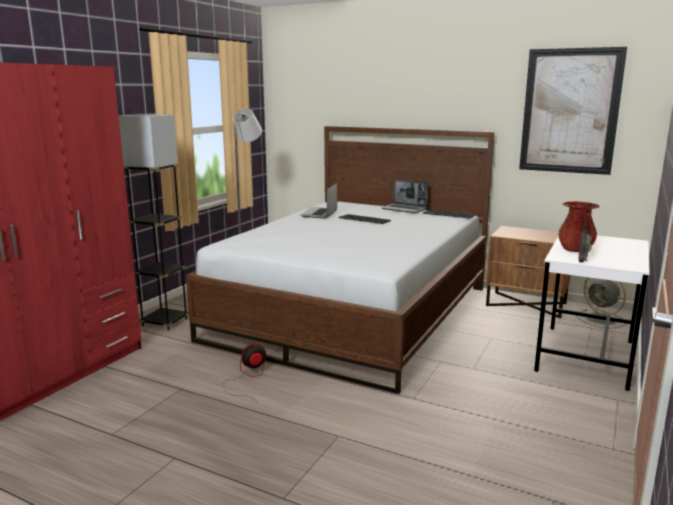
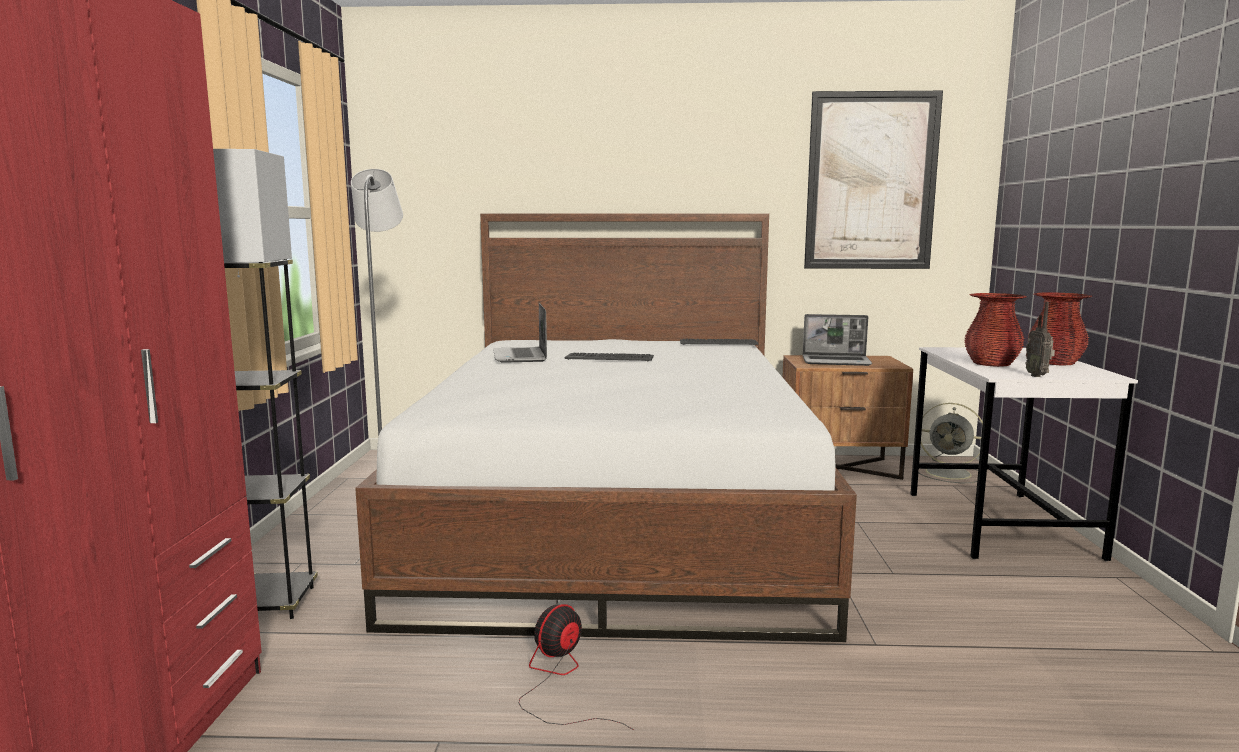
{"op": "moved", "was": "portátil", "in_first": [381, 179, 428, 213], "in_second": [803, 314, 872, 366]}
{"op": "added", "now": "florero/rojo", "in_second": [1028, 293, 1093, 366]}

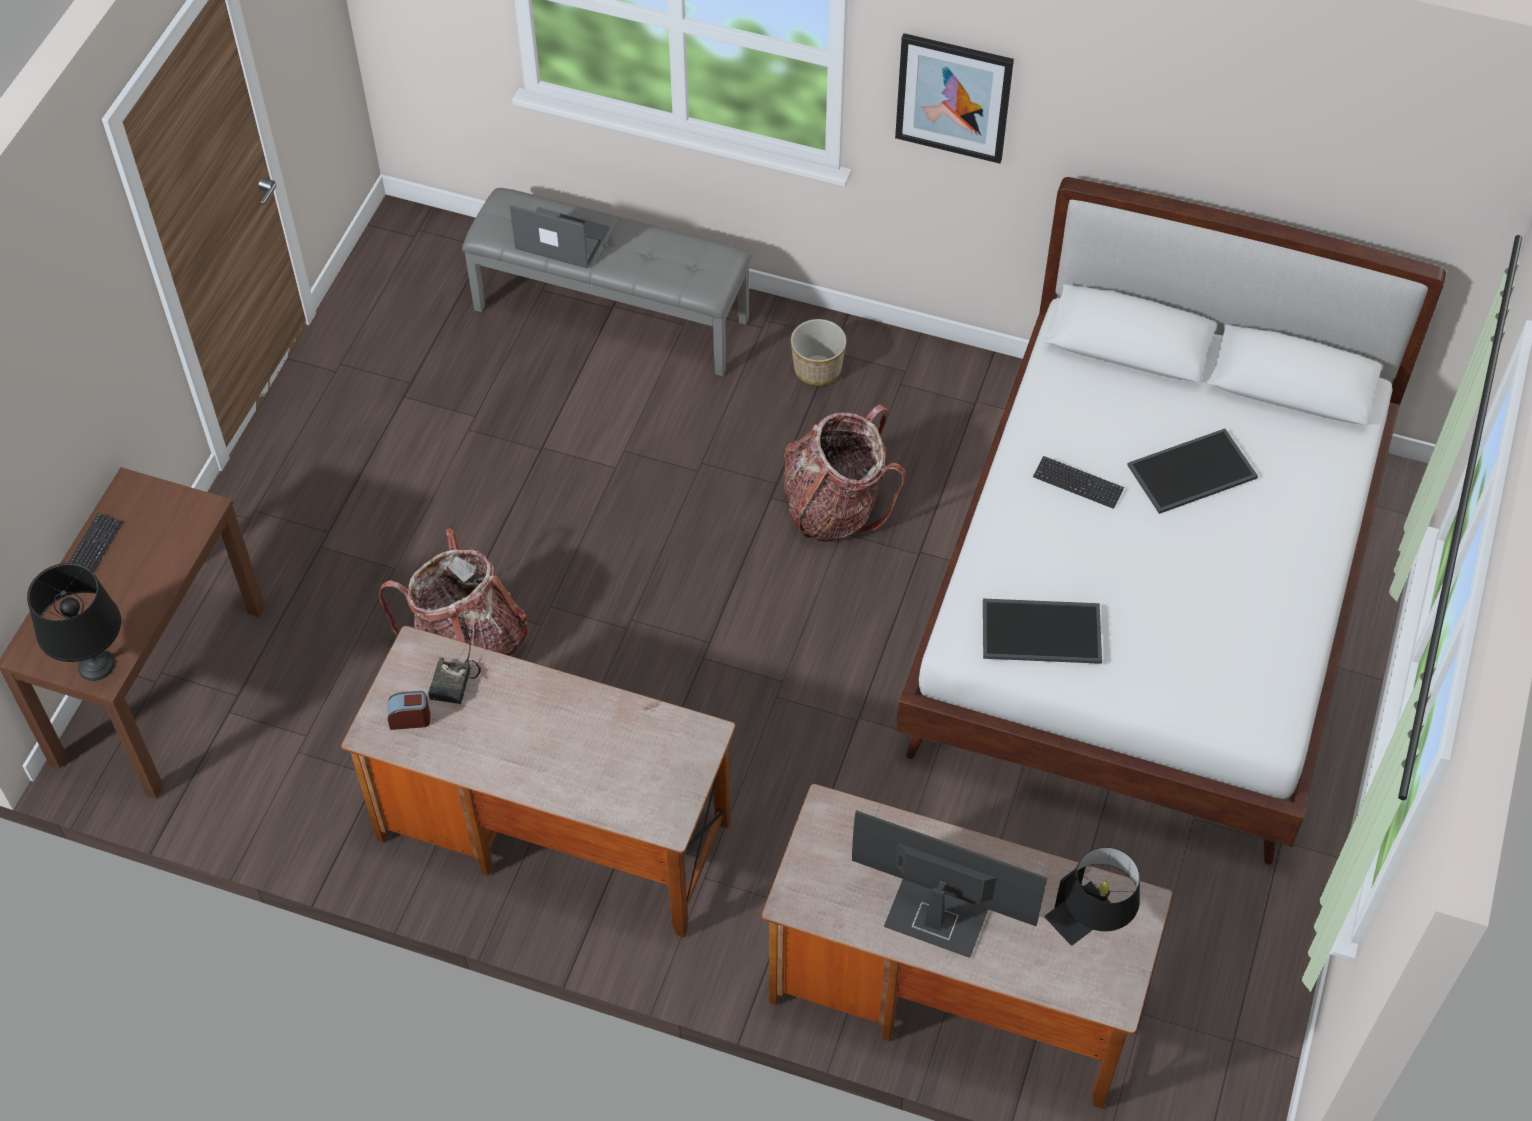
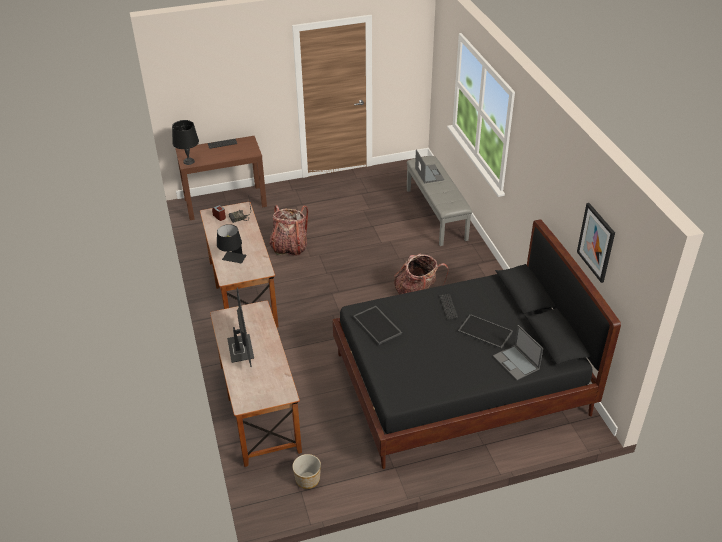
{"op": "moved", "was": "maceta", "in_first": [791, 319, 846, 386], "in_second": [292, 454, 321, 489]}
{"op": "moved", "was": "cuadro", "in_first": [895, 33, 1014, 164], "in_second": [577, 203, 615, 283]}
{"op": "recoloured", "was": "cama/blanco", "now": "cama/negro", "in_first": [896, 177, 1446, 865], "in_second": [332, 219, 621, 469]}
{"op": "moved", "was": "lámpara de mesa/negro", "in_first": [1044, 847, 1140, 946], "in_second": [217, 224, 247, 263]}
{"op": "added", "now": "portátil", "in_second": [493, 325, 543, 380]}

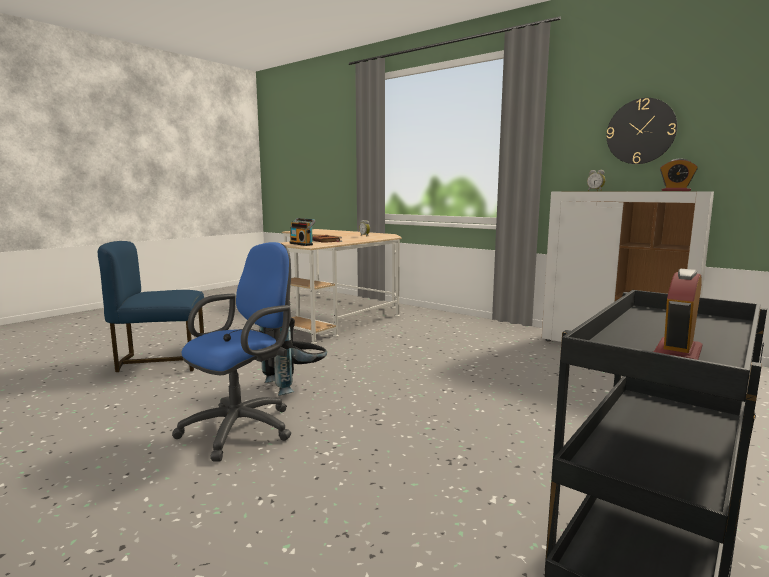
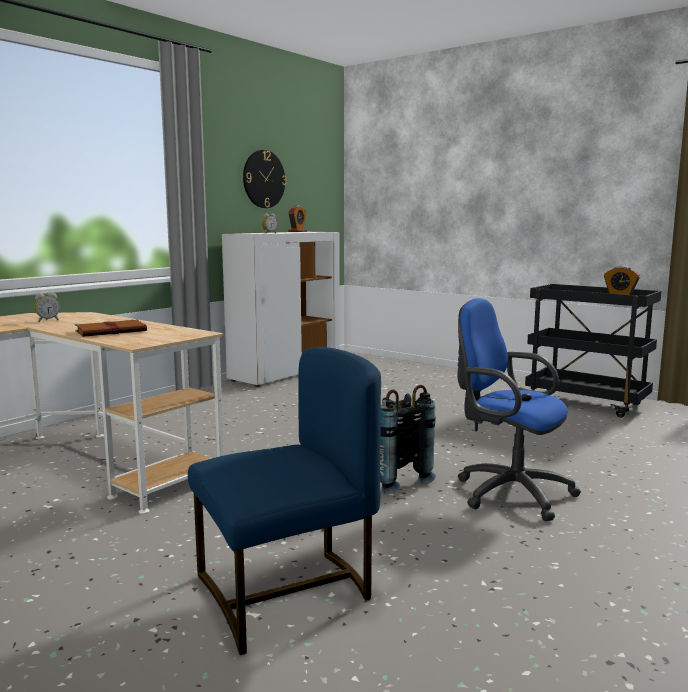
{"op": "turned", "was": "silla/azul", "in_first": [98, 241, 204, 372], "in_second": [188, 347, 381, 655], "clockwise": -105}
{"op": "removed", "was": "radio", "in_first": [290, 218, 316, 246]}

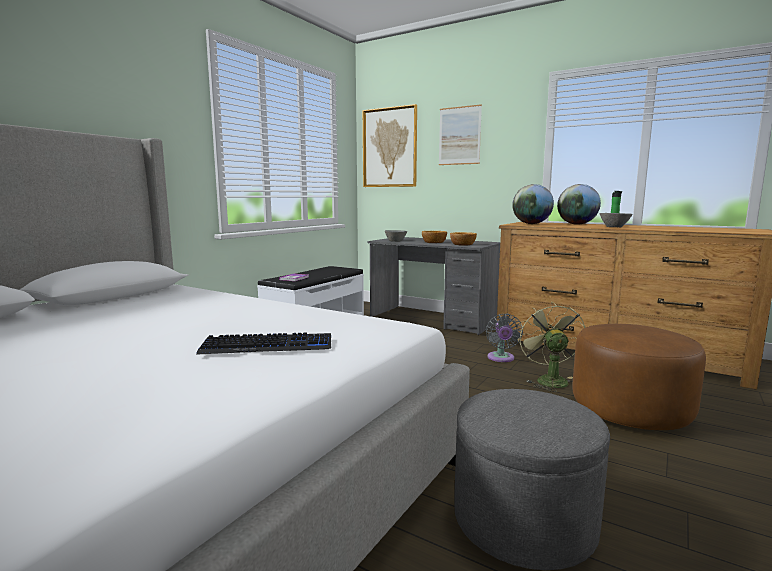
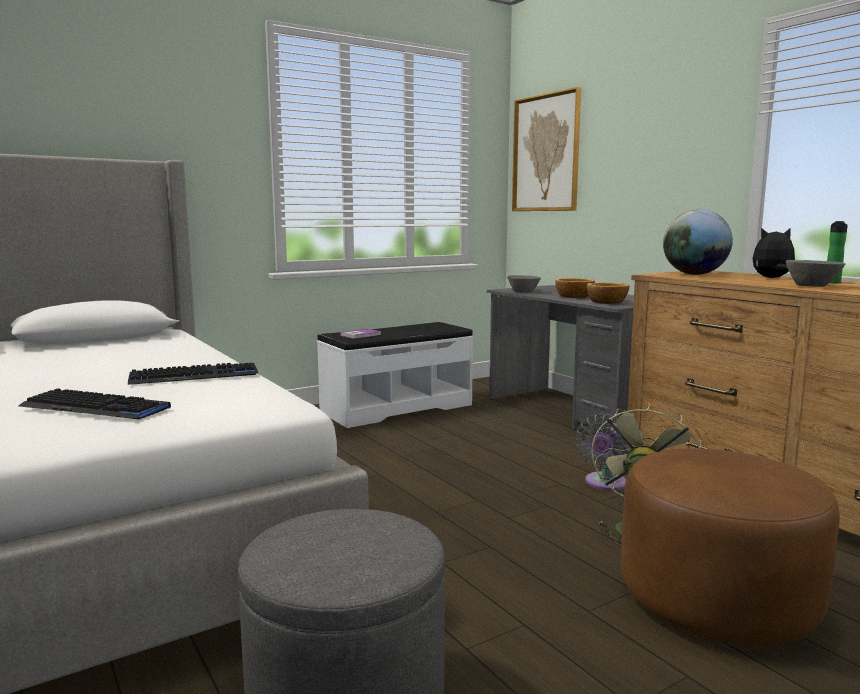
{"op": "removed", "was": "cuadro", "in_first": [439, 104, 482, 165]}
{"op": "replaced", "was": "globo terráqueo", "now": "peluche", "in_first": [557, 184, 601, 225], "in_second": [753, 228, 795, 278]}
{"op": "added", "now": "teclado", "in_second": [128, 363, 258, 385]}

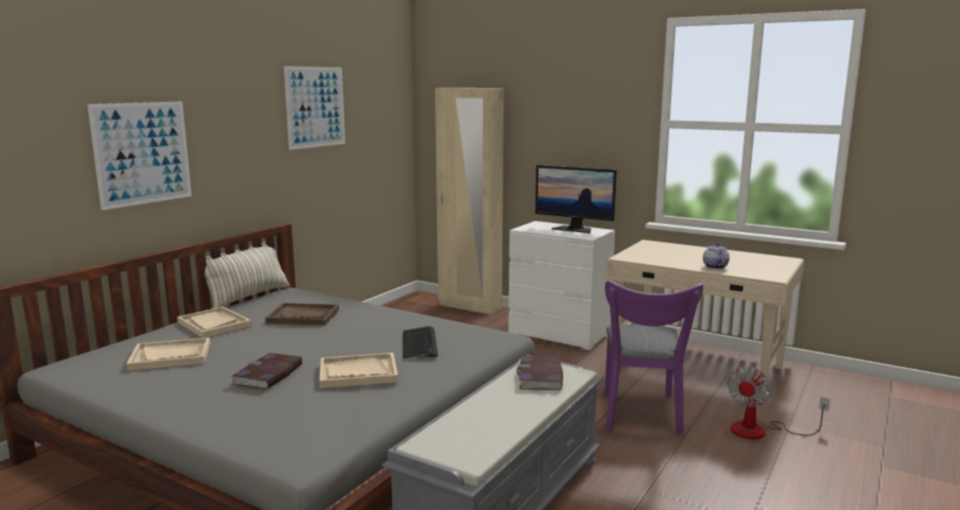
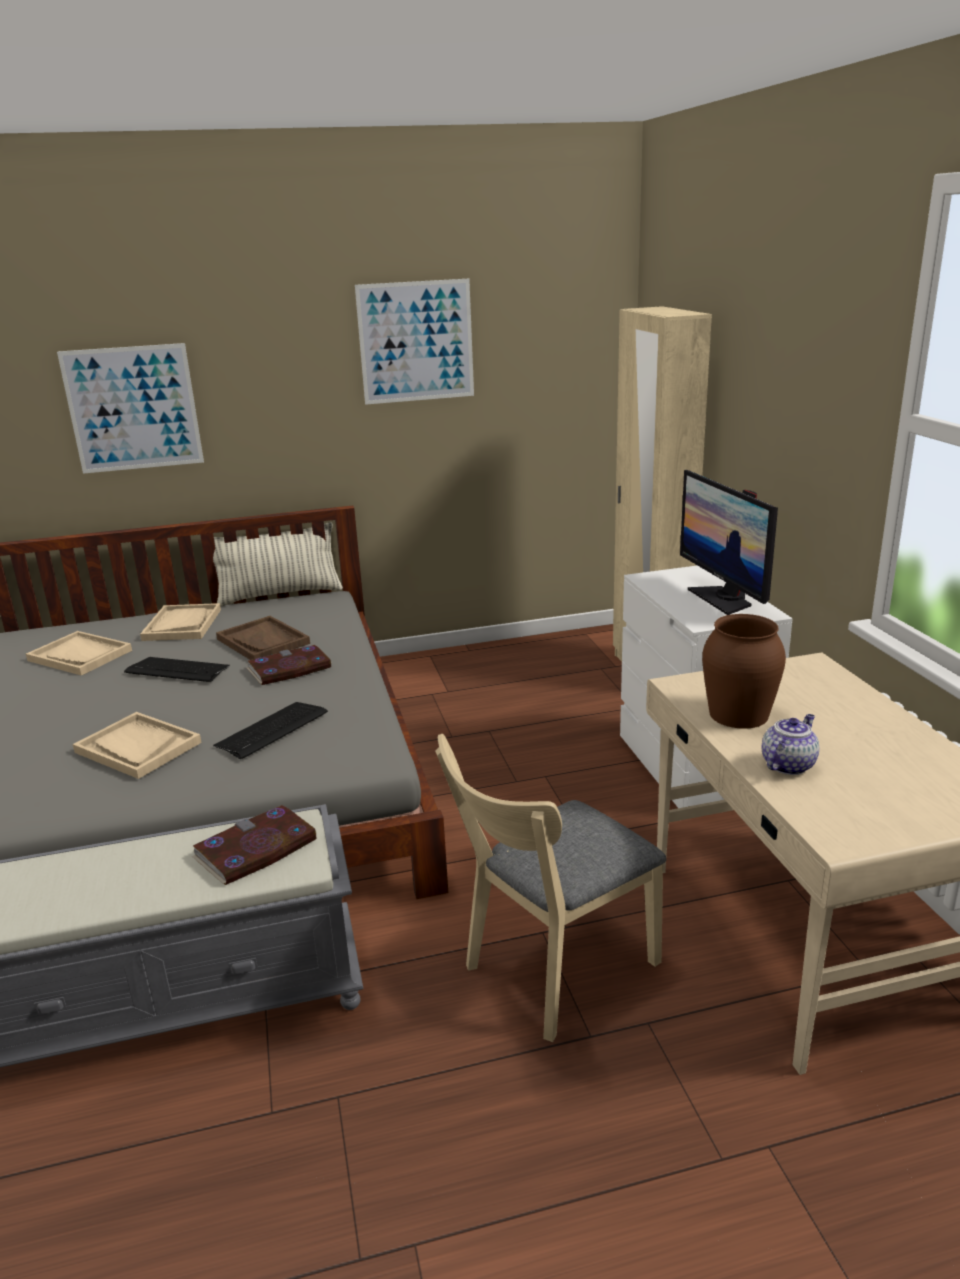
{"op": "moved", "was": "libro", "in_first": [231, 353, 302, 389], "in_second": [247, 645, 332, 685]}
{"op": "recoloured", "was": "silla/morado", "now": "silla/beis", "in_first": [605, 280, 703, 435], "in_second": [435, 734, 666, 1042]}
{"op": "removed", "was": "ventilador", "in_first": [727, 366, 830, 439]}
{"op": "added", "now": "teclado", "in_second": [124, 657, 230, 682]}
{"op": "added", "now": "florero/marrón", "in_second": [702, 614, 786, 729]}

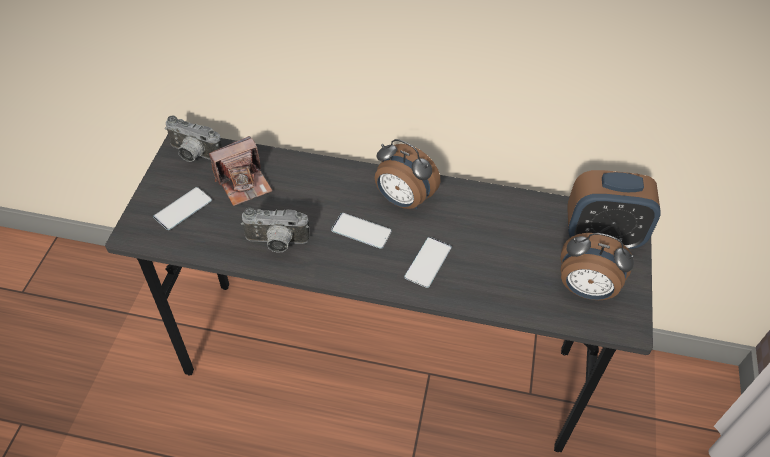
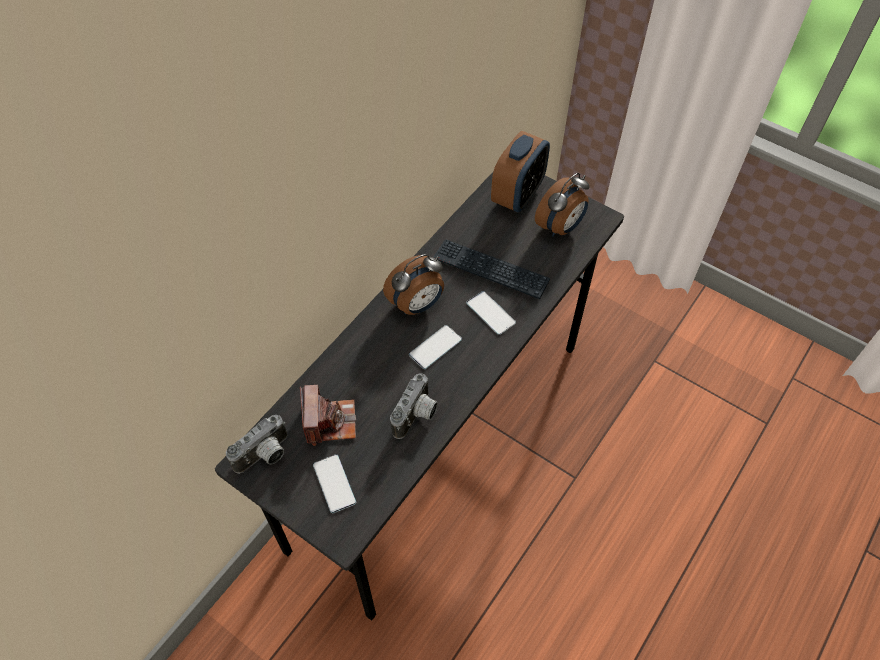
{"op": "added", "now": "teclado", "in_second": [433, 239, 550, 299]}

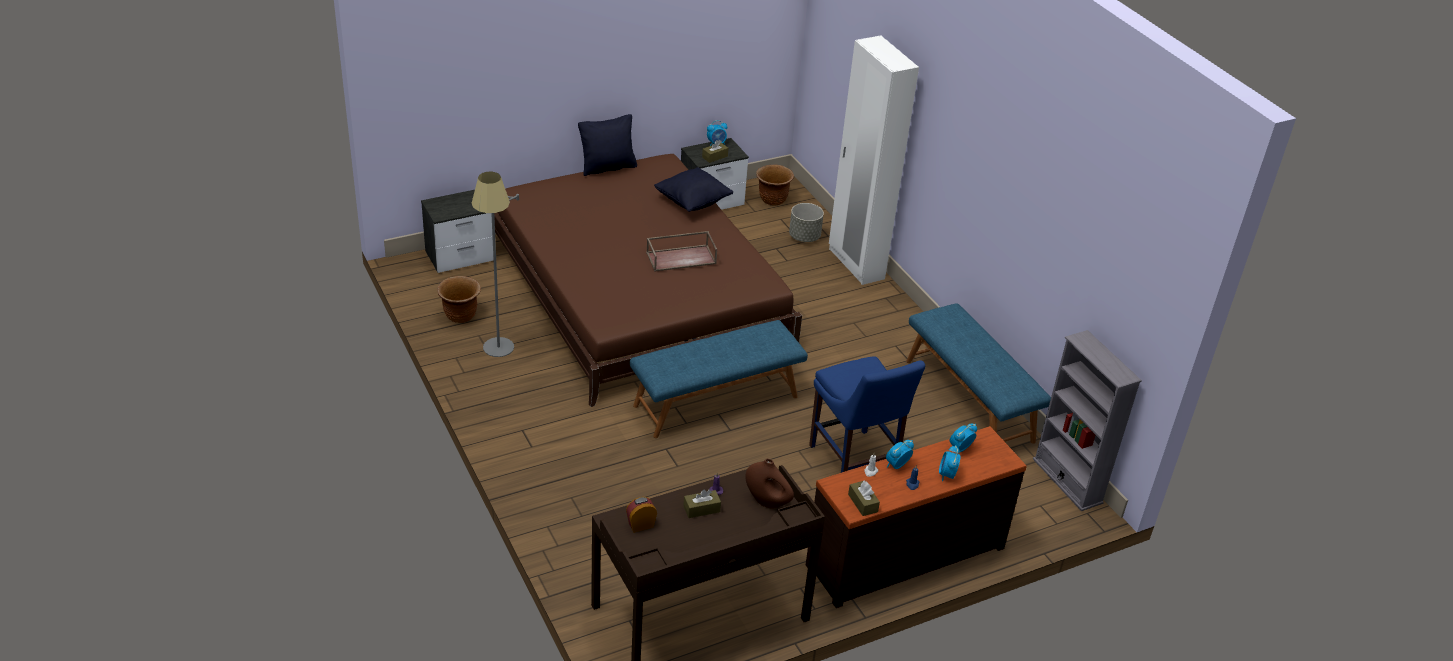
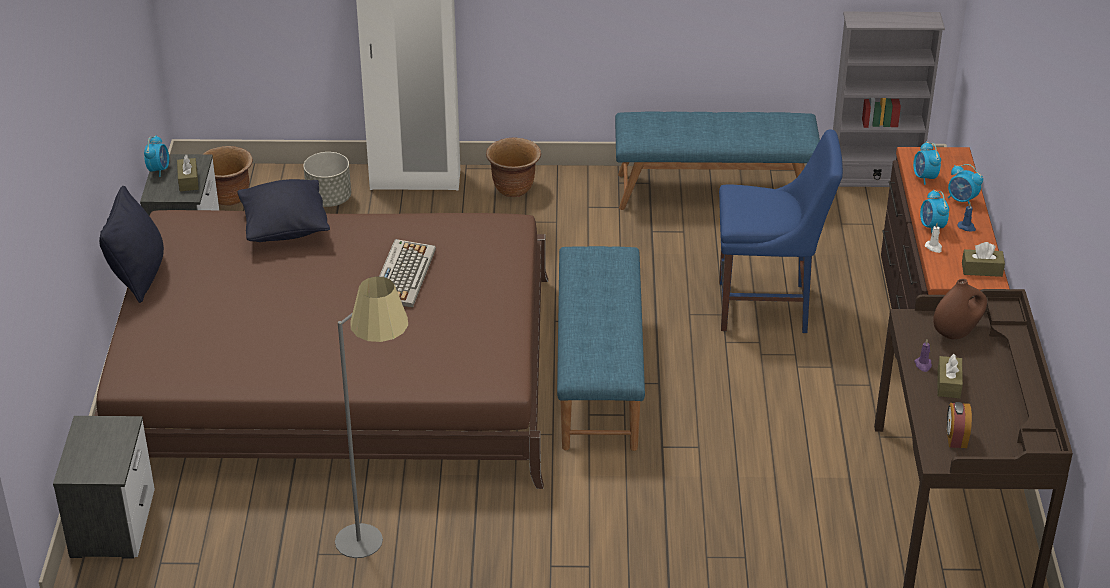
{"op": "moved", "was": "maceta/marrón", "in_first": [437, 276, 481, 323], "in_second": [486, 137, 541, 197]}
{"op": "replaced", "was": "bandeja/marrón", "now": "teclado", "in_first": [646, 231, 717, 272], "in_second": [379, 239, 436, 307]}

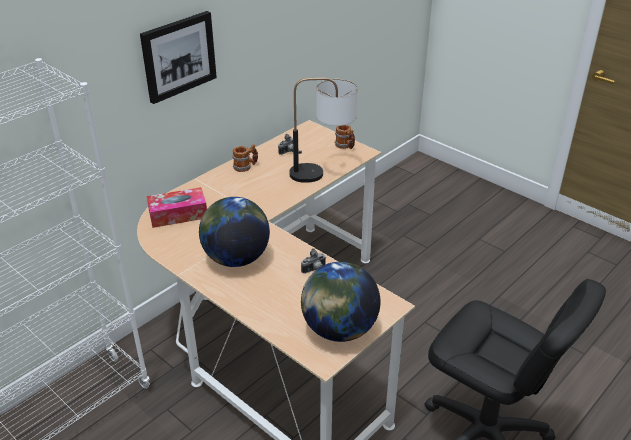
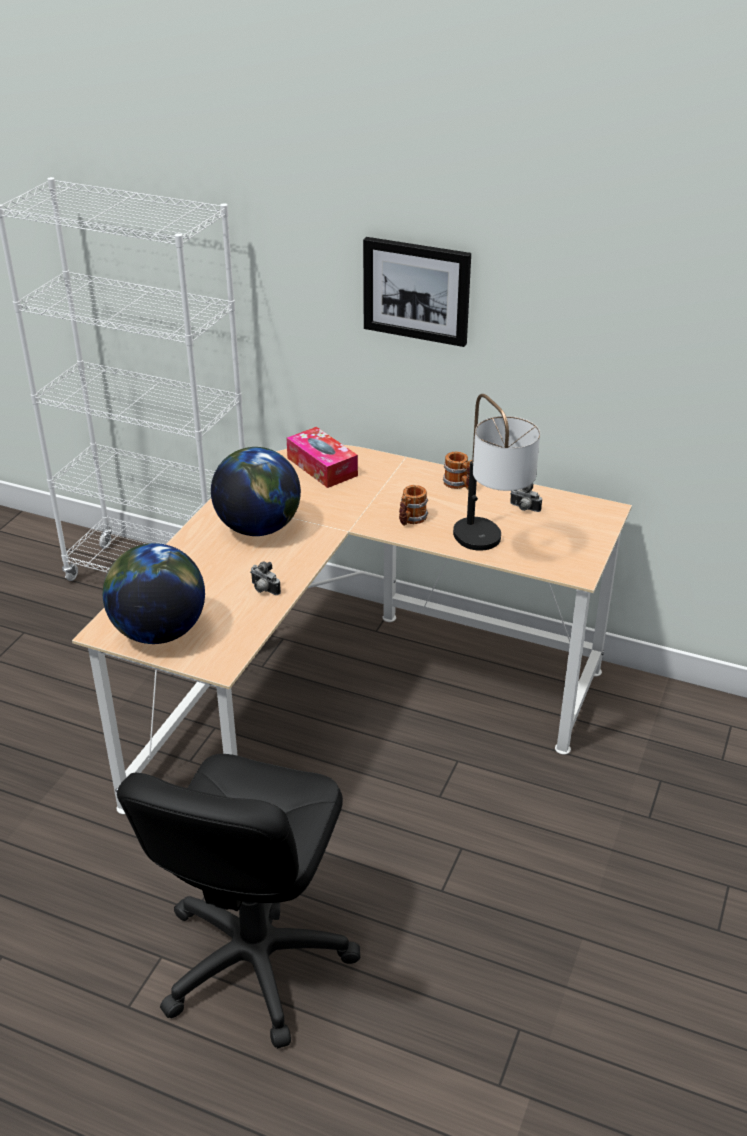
{"op": "moved", "was": "taza grande", "in_first": [335, 125, 355, 149], "in_second": [399, 485, 428, 526]}

